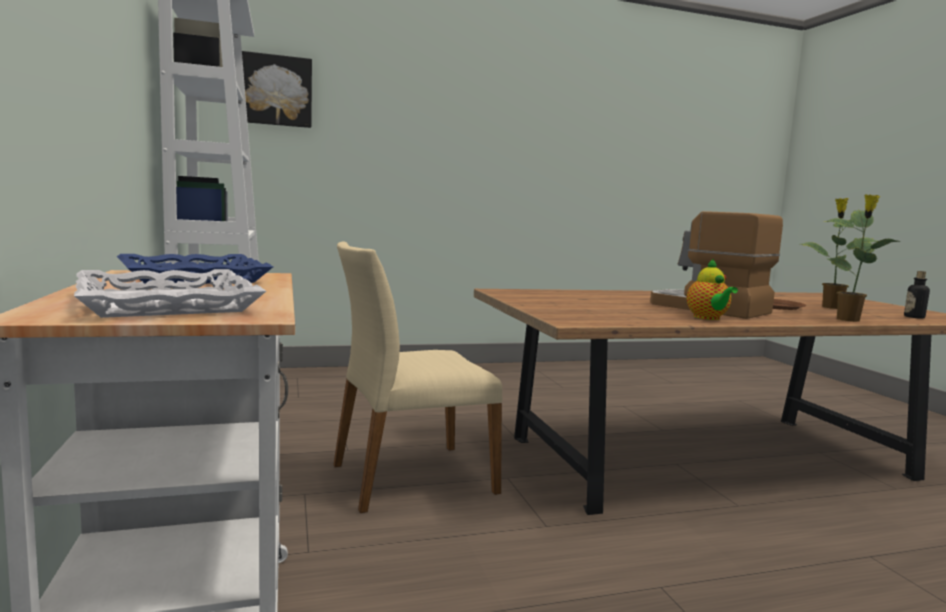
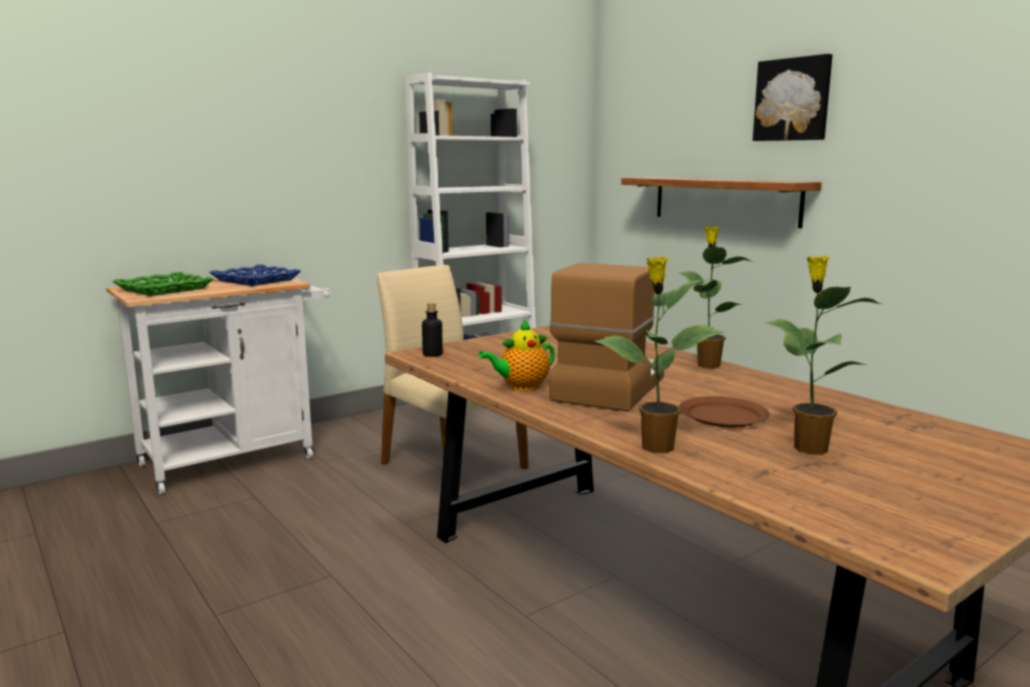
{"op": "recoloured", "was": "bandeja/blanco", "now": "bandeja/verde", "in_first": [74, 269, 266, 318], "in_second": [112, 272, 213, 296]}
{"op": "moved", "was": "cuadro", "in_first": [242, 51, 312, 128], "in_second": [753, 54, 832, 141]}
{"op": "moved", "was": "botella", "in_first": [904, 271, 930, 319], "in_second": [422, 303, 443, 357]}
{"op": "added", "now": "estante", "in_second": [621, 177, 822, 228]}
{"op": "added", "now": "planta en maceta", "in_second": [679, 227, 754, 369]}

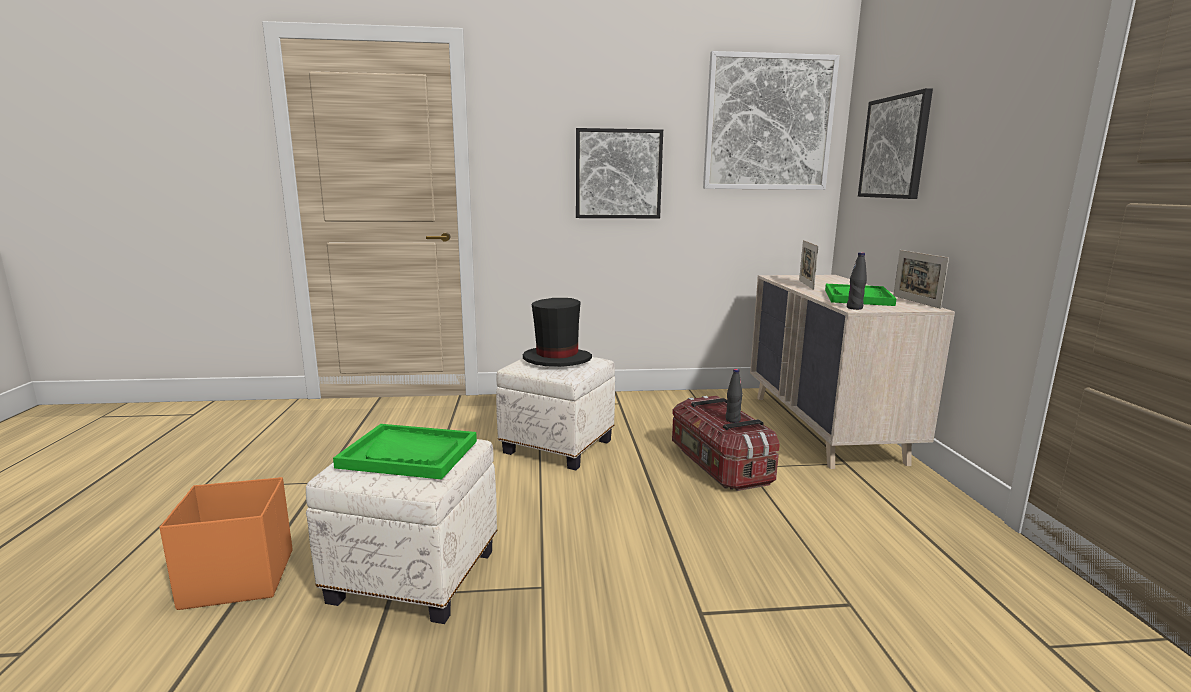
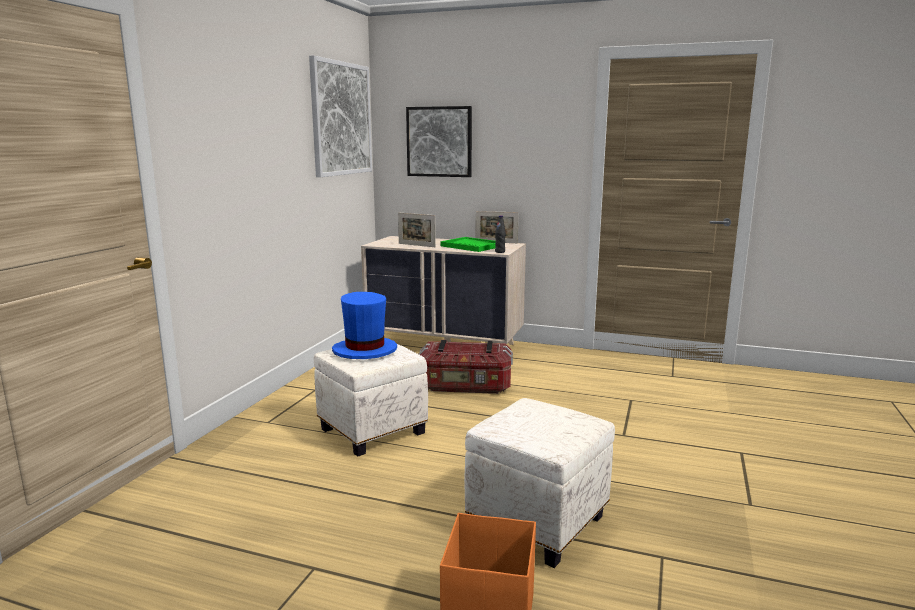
{"op": "removed", "was": "bandeja/verde", "in_first": [333, 424, 477, 480]}
{"op": "recoloured", "was": "sombrero/negro", "now": "sombrero/azul", "in_first": [523, 298, 592, 367], "in_second": [332, 292, 397, 359]}
{"op": "removed", "was": "cuadro", "in_first": [576, 128, 663, 218]}
{"op": "removed", "was": "botella/negro", "in_first": [726, 369, 743, 423]}

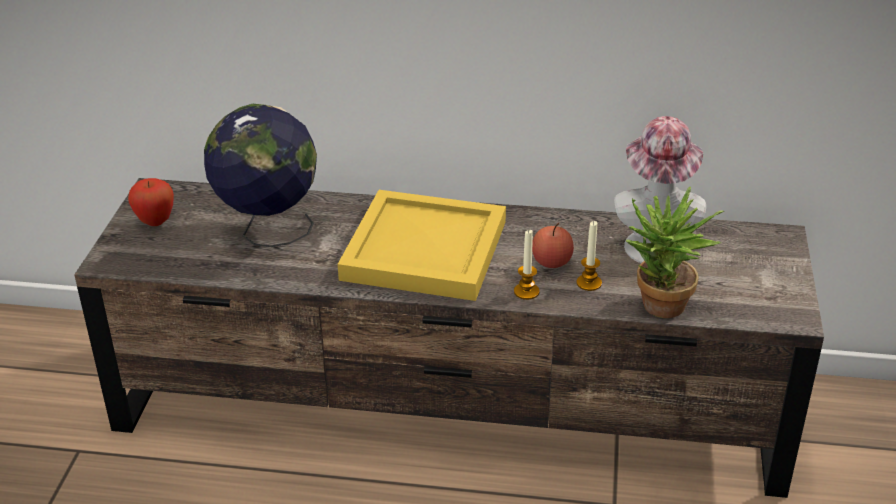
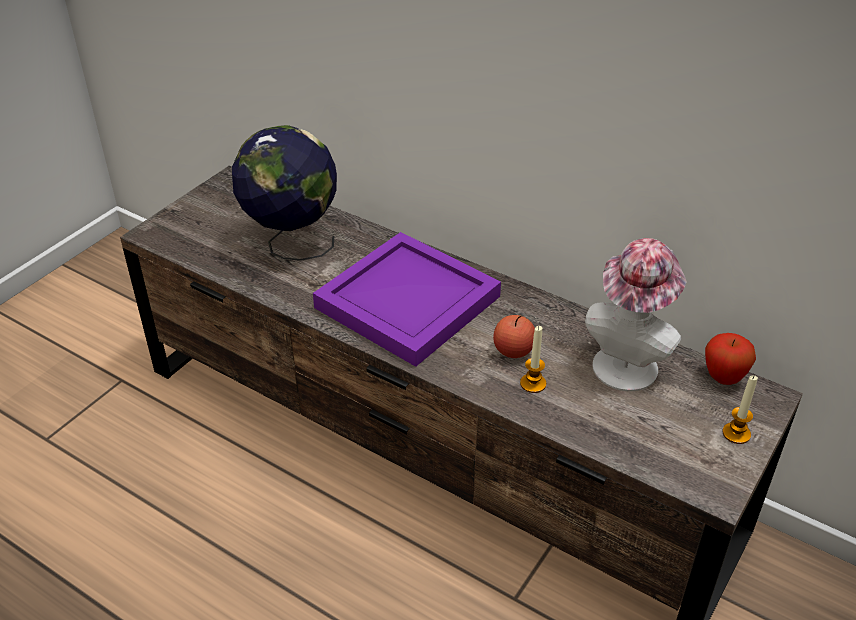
{"op": "moved", "was": "manzana", "in_first": [128, 178, 174, 226], "in_second": [705, 333, 756, 385]}
{"op": "recoloured", "was": "bandeja/amarillo", "now": "bandeja/morado", "in_first": [338, 190, 506, 301], "in_second": [313, 232, 501, 367]}
{"op": "moved", "was": "vela", "in_first": [514, 230, 540, 300], "in_second": [722, 375, 758, 444]}
{"op": "removed", "was": "planta en maceta", "in_first": [626, 186, 724, 318]}

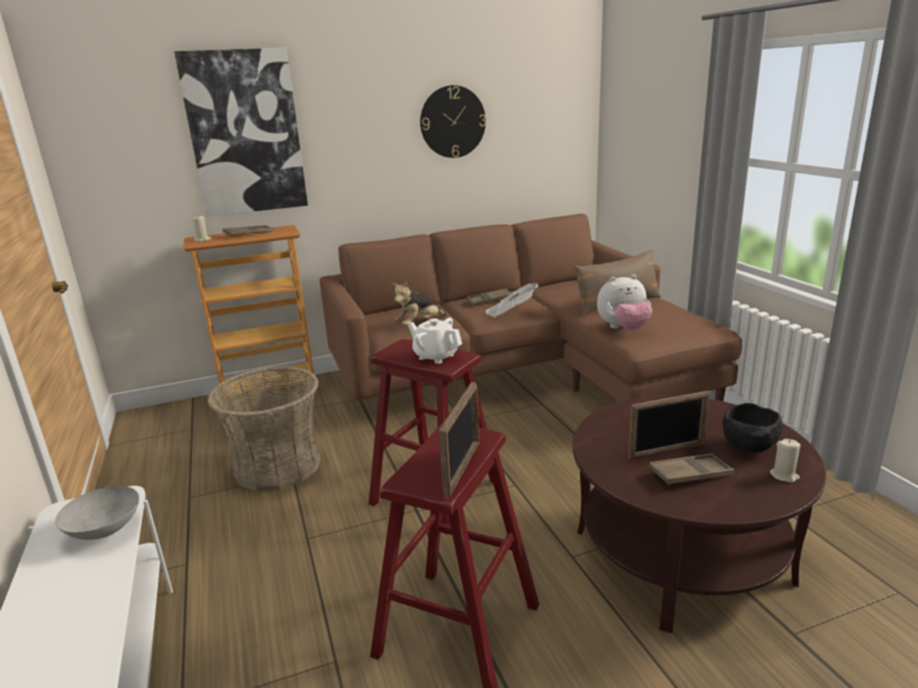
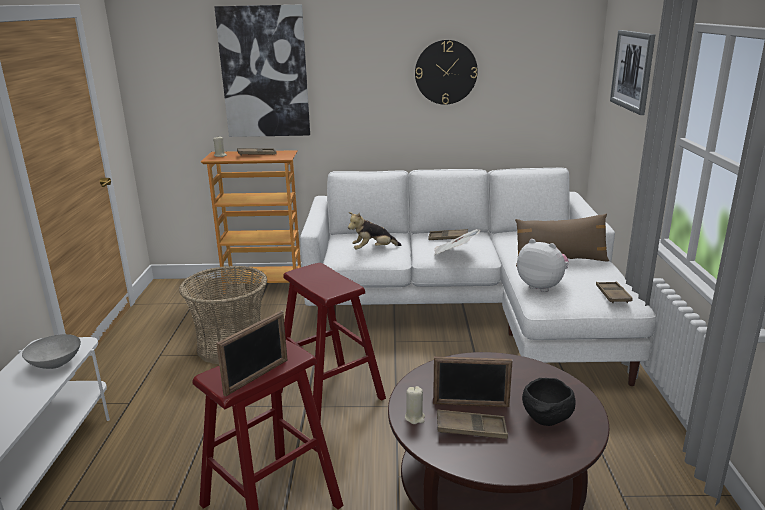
{"op": "recoloured", "was": "sofá/marrón", "now": "sofá/blanco", "in_first": [320, 214, 742, 401], "in_second": [300, 167, 656, 386]}
{"op": "removed", "was": "tetera/blanco", "in_first": [407, 318, 462, 364]}
{"op": "turned", "was": "peluche", "in_first": [597, 274, 652, 330], "in_second": [517, 239, 569, 292], "clockwise": -150}
{"op": "moved", "was": "vela/beis", "in_first": [770, 439, 800, 483], "in_second": [405, 386, 425, 424]}
{"op": "added", "now": "bandeja/marrón", "in_second": [596, 281, 633, 303]}
{"op": "added", "now": "cuadro", "in_second": [610, 30, 655, 115]}

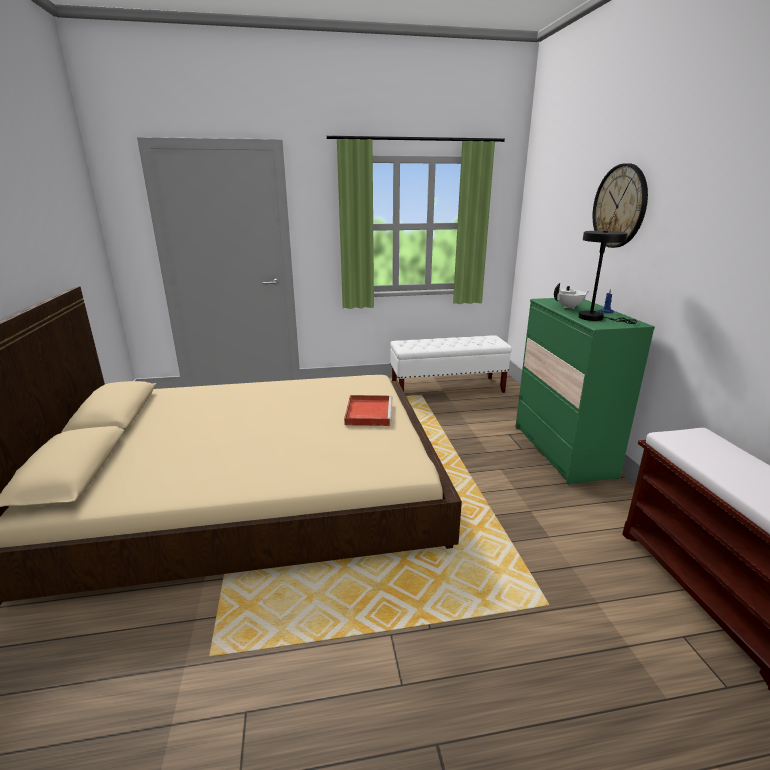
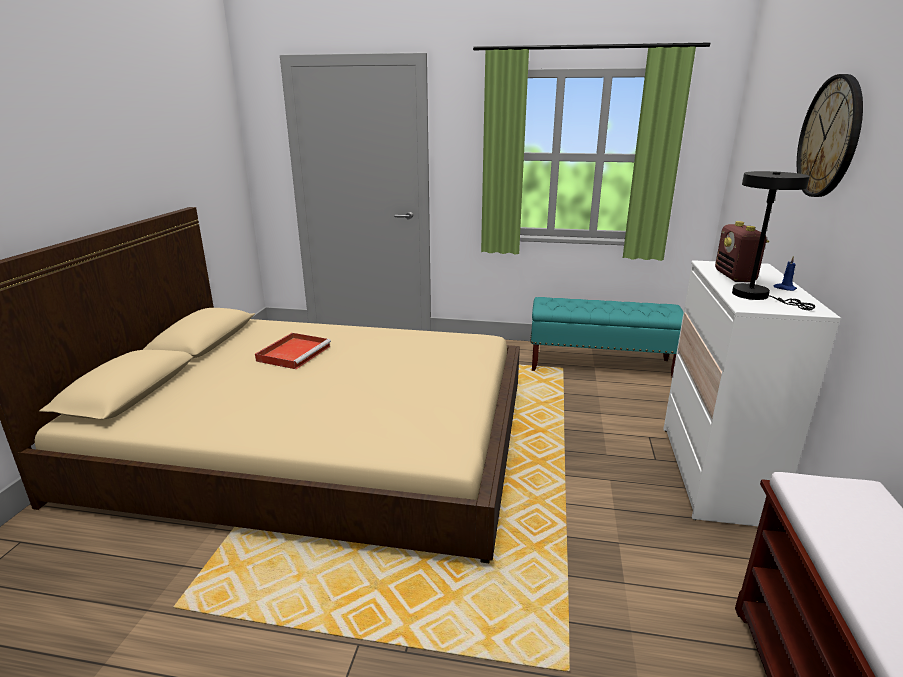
{"op": "moved", "was": "bandeja/rojo", "in_first": [344, 395, 392, 426], "in_second": [255, 333, 331, 369]}
{"op": "recoloured", "was": "banco/blanco", "now": "banco/turquesa", "in_first": [390, 335, 512, 393], "in_second": [530, 297, 683, 376]}
{"op": "recoloured", "was": "cómoda/verde", "now": "cómoda/blanco", "in_first": [516, 298, 655, 484], "in_second": [663, 260, 841, 526]}
{"op": "replaced", "was": "tetera/blanco", "now": "radio", "in_first": [554, 283, 589, 309], "in_second": [715, 221, 769, 282]}

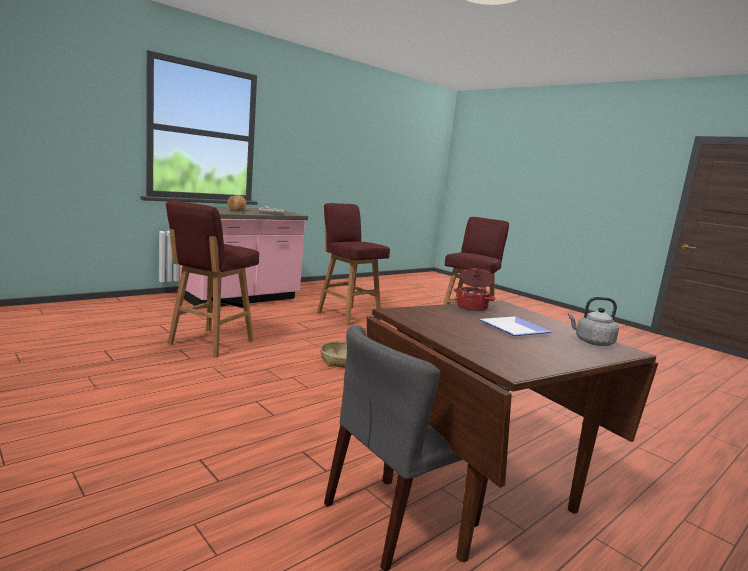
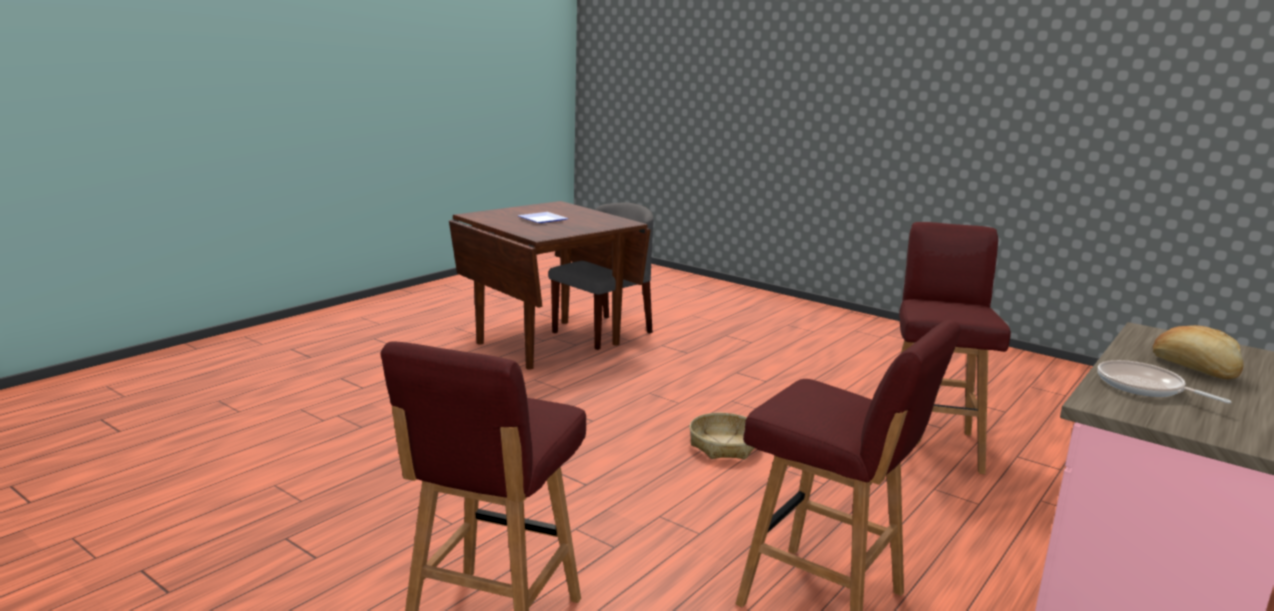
{"op": "removed", "was": "olla", "in_first": [454, 268, 496, 311]}
{"op": "removed", "was": "hervidor/gris", "in_first": [567, 297, 619, 346]}

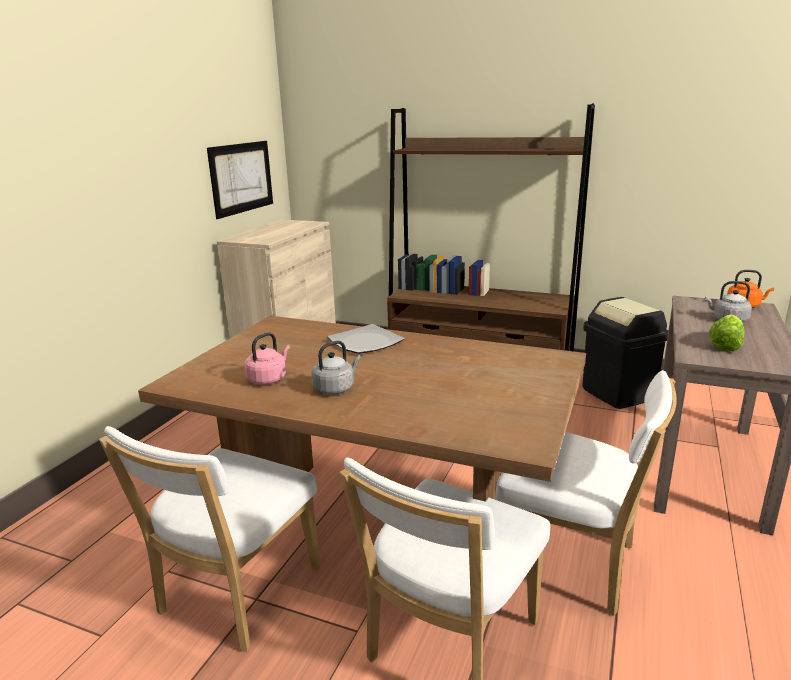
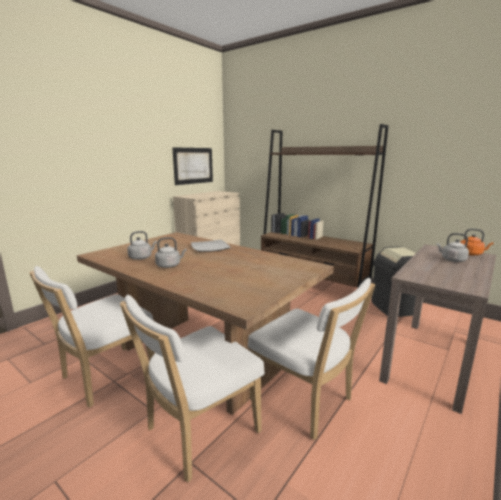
{"op": "recoloured", "was": "hervidor/rosa", "now": "hervidor/gris", "in_first": [244, 332, 290, 385], "in_second": [127, 231, 157, 260]}
{"op": "removed", "was": "lechuga", "in_first": [709, 315, 745, 351]}

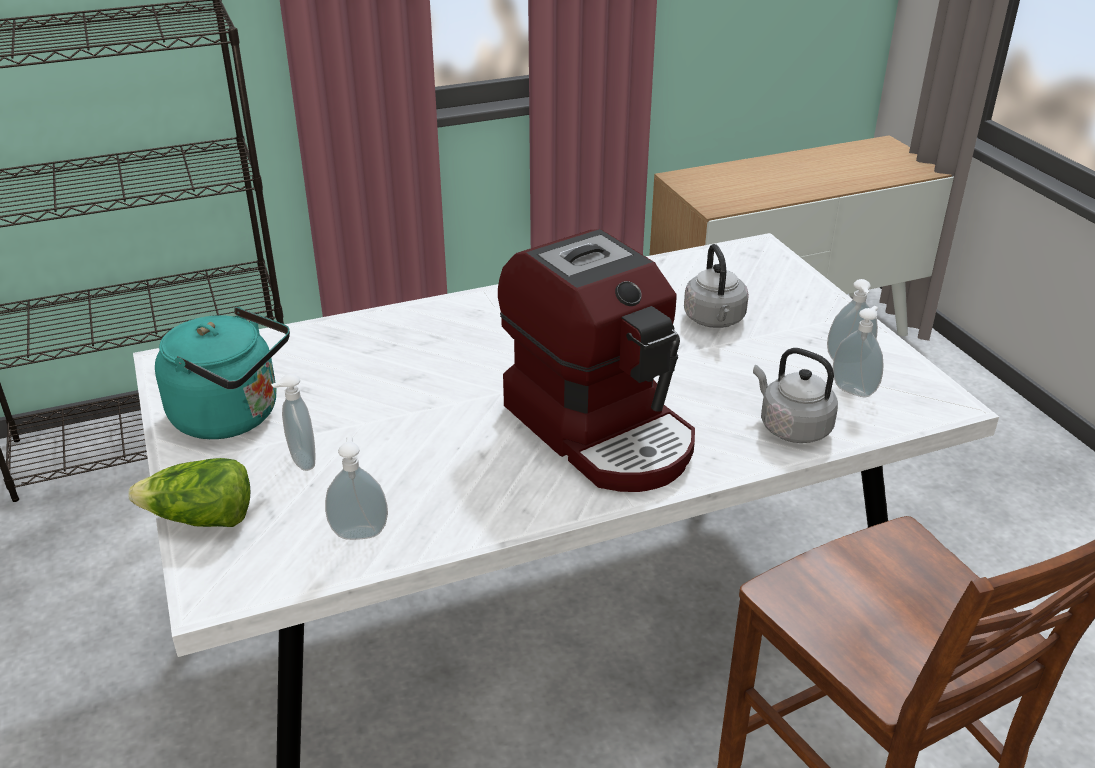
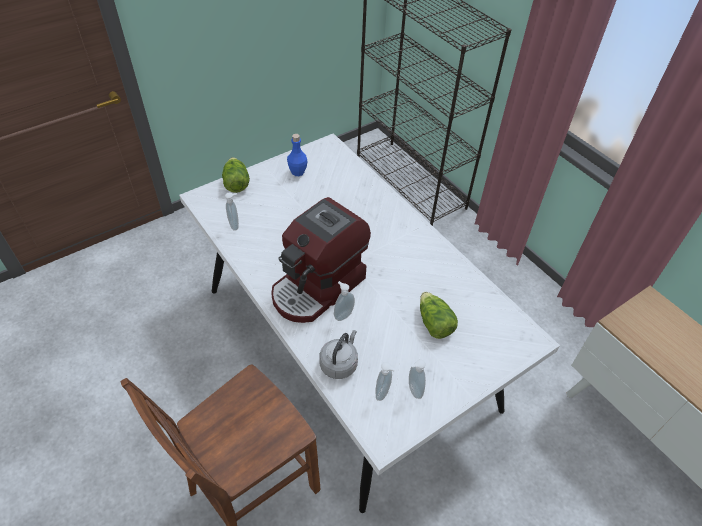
{"op": "replaced", "was": "hervidor/turquesa", "now": "botella/azul", "in_first": [155, 307, 290, 439], "in_second": [287, 134, 308, 176]}
{"op": "moved", "was": "dispensador de jabón", "in_first": [271, 374, 316, 471], "in_second": [334, 281, 355, 321]}
{"op": "replaced", "was": "hervidor/gris", "now": "lechuga", "in_first": [684, 244, 749, 328], "in_second": [420, 292, 458, 339]}

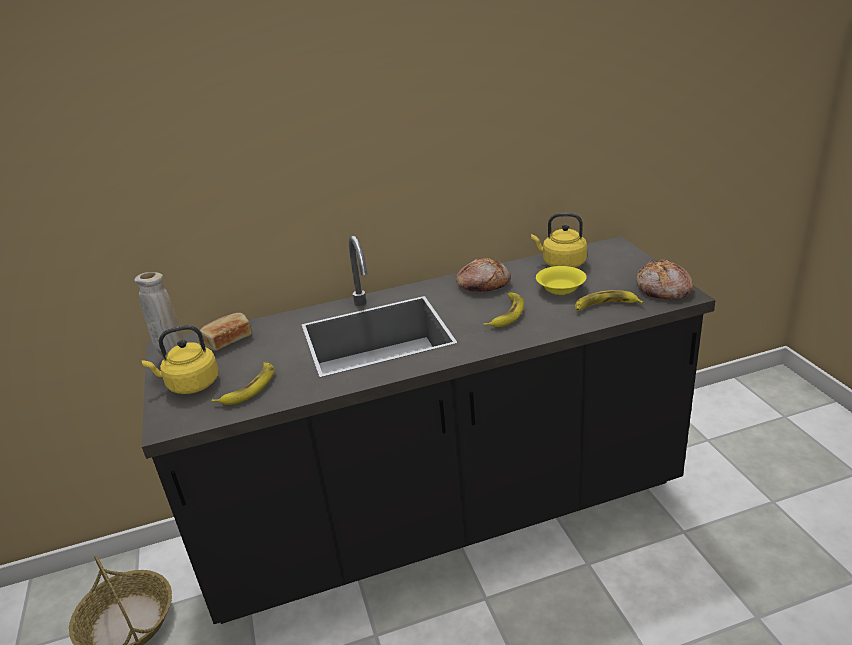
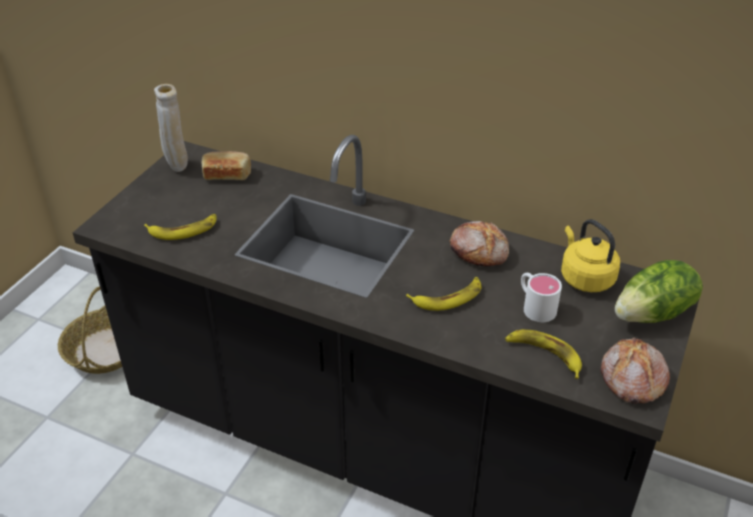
{"op": "removed", "was": "hervidor/amarillo", "in_first": [142, 325, 219, 394]}
{"op": "replaced", "was": "cuenco/amarillo", "now": "taza grande/blanco", "in_first": [536, 266, 587, 295], "in_second": [521, 273, 562, 322]}
{"op": "added", "now": "lechuga", "in_second": [615, 260, 703, 323]}

